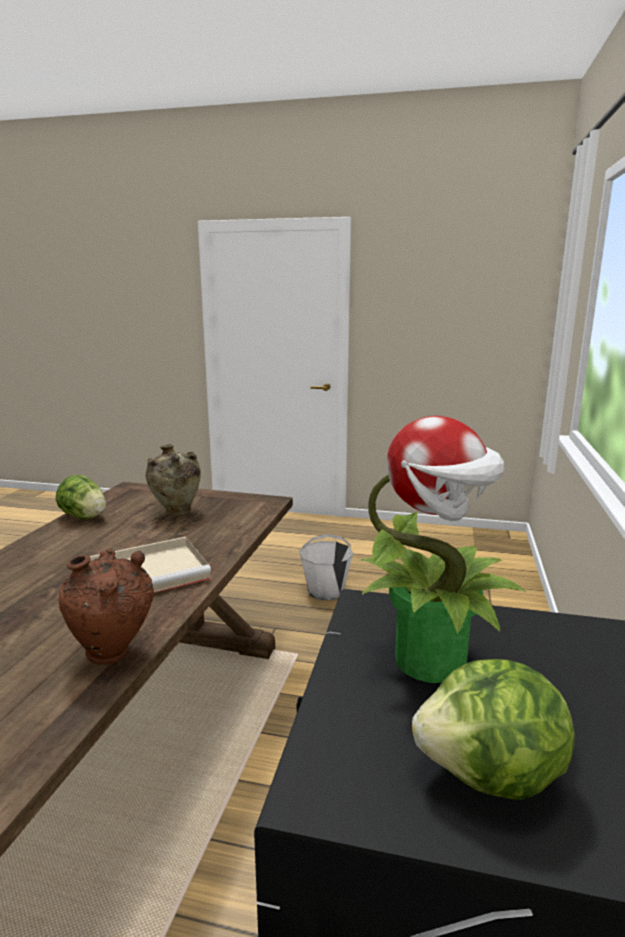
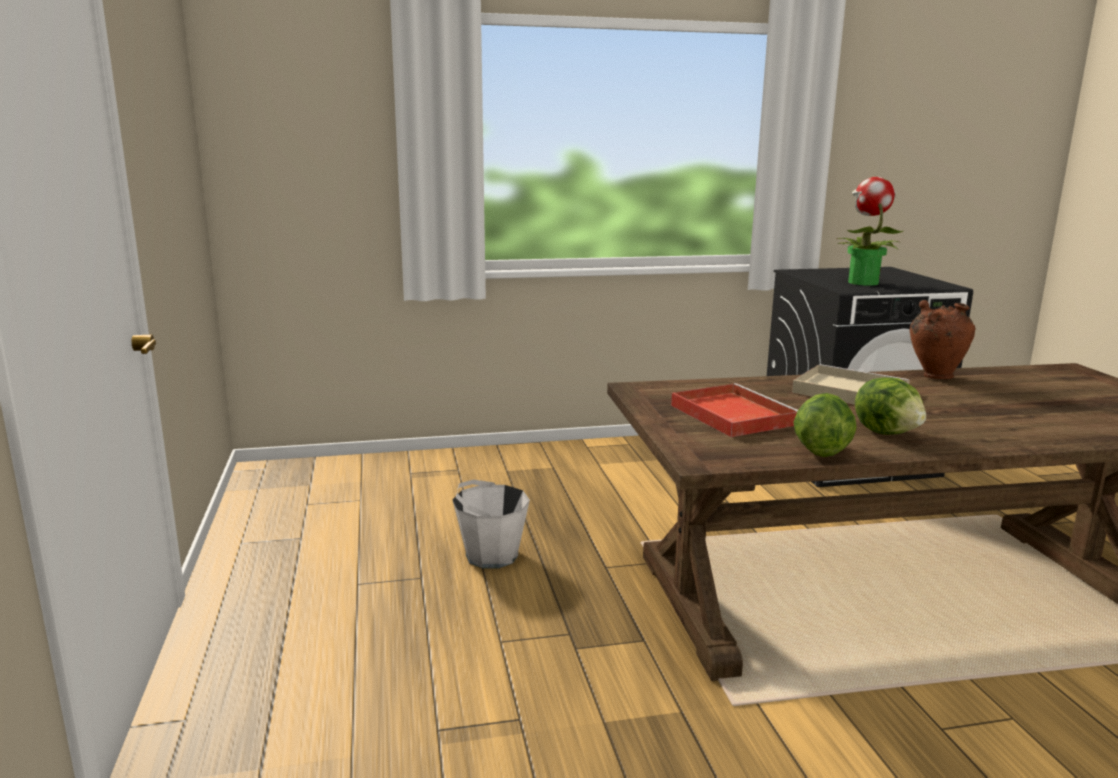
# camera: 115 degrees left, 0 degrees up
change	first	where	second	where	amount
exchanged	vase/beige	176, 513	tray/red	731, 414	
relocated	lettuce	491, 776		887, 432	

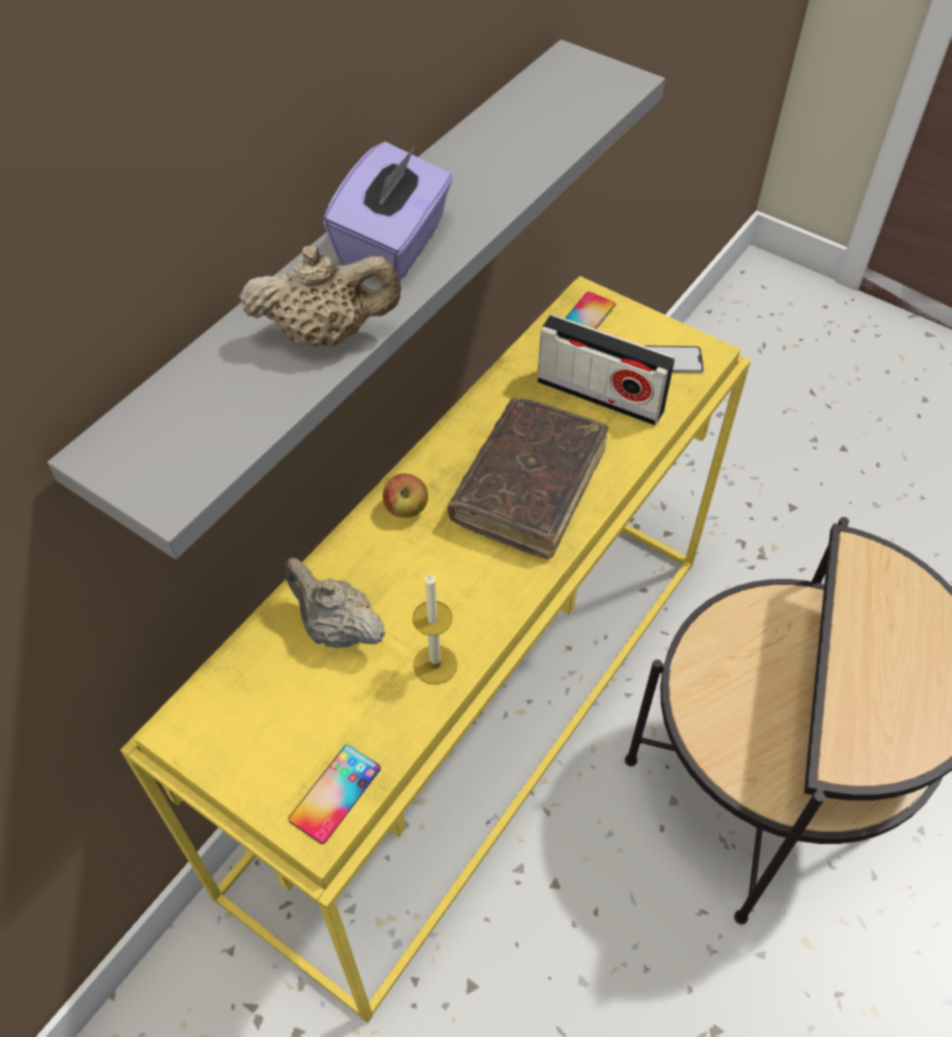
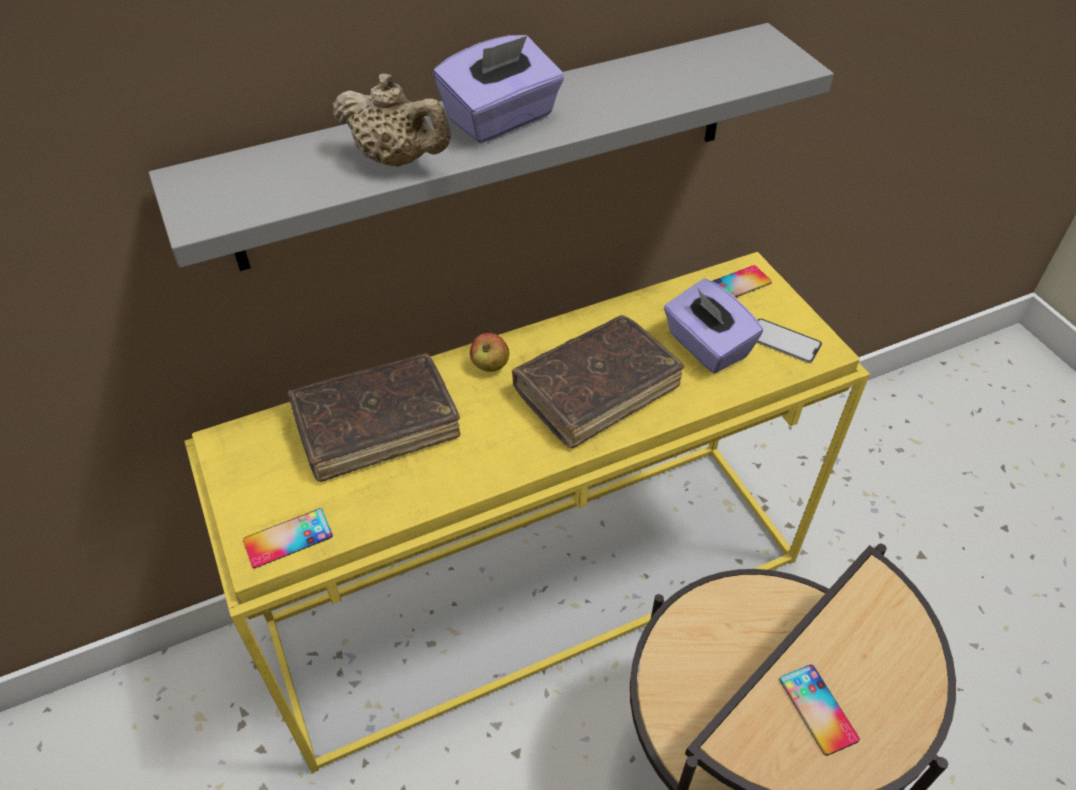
# camera: 30 degrees right, 5 degrees down
change	first	where	second	where	amount
exchanged	teapot/beige	336, 628	book/brown	376, 425	
missing	candle	435, 664			
exchanged	radio	600, 396	tissue box/purple	706, 346	
appeared			phone	818, 709	

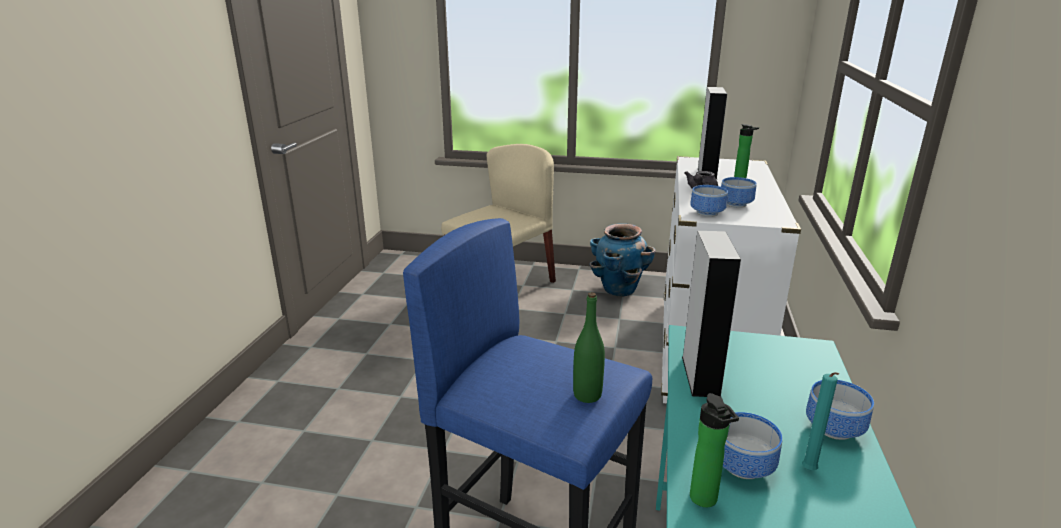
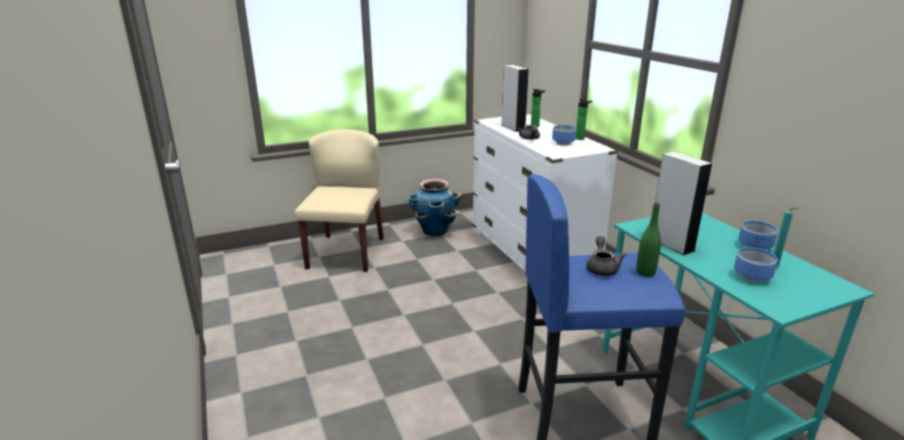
# camera: 35 degrees left, 0 degrees up
change	first	where	second	where	amount
missing	bowl	709, 213			
relocated	bottle	705, 501		581, 139	
appeared			teapot/grey	602, 268	

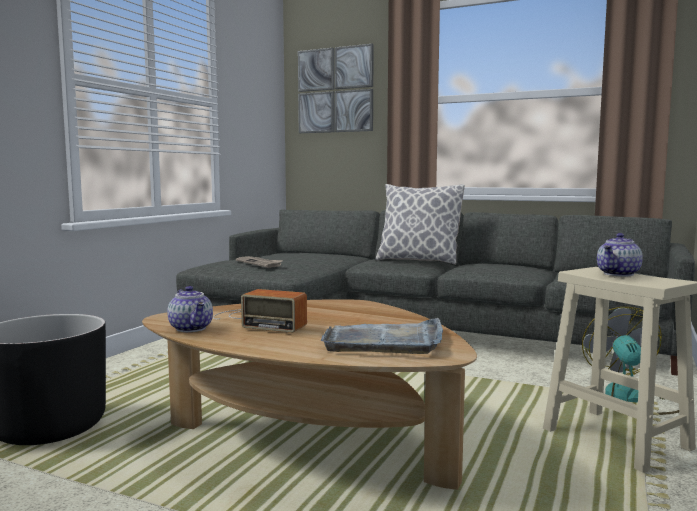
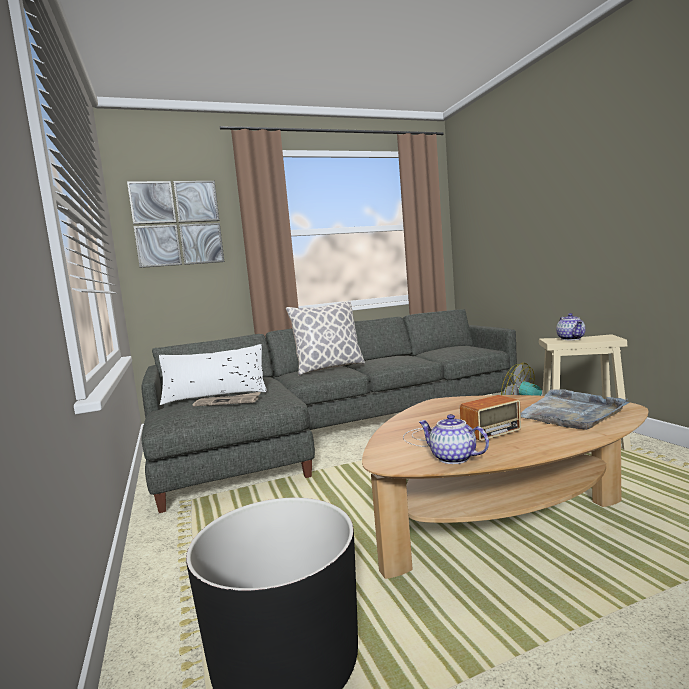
# camera: 45 degrees left, 0 degrees up
change	first	where	second	where	amount
spun	teapot	192, 328		452, 458	150 degrees counterclockwise
appeared			pillow/white	215, 395	

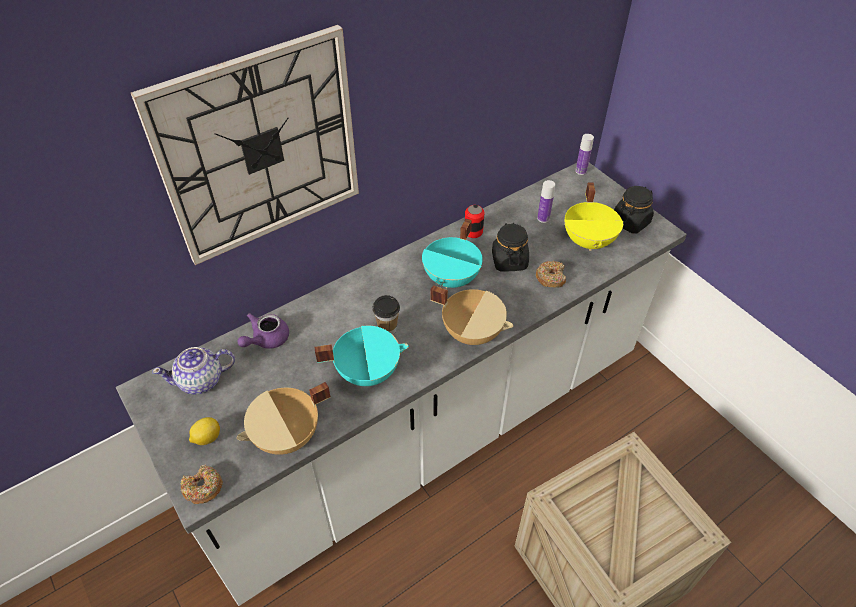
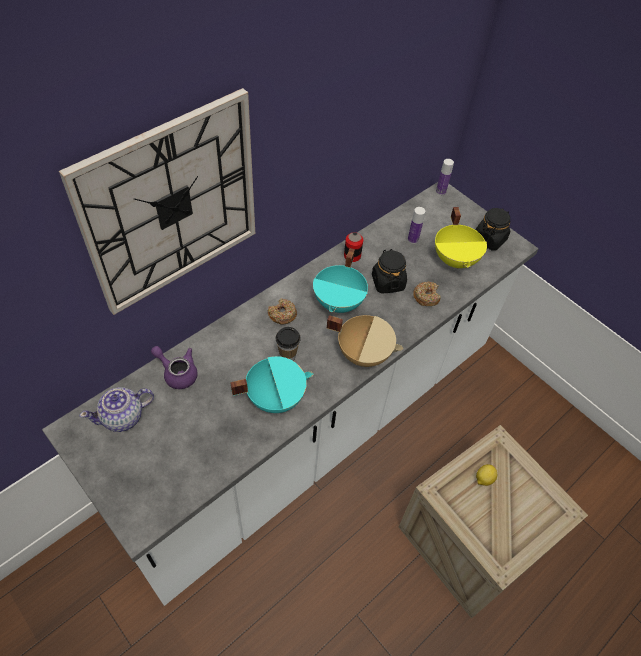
# camera: 10 degrees left, 5 degrees up
change	first	where	second	where	amount
relocated	donut	203, 488		282, 315	
relocated	lemon	207, 438		483, 479	
missing	cooking pot/beige	287, 437			
spun	teapot/purple	266, 339		177, 373	90 degrees clockwise

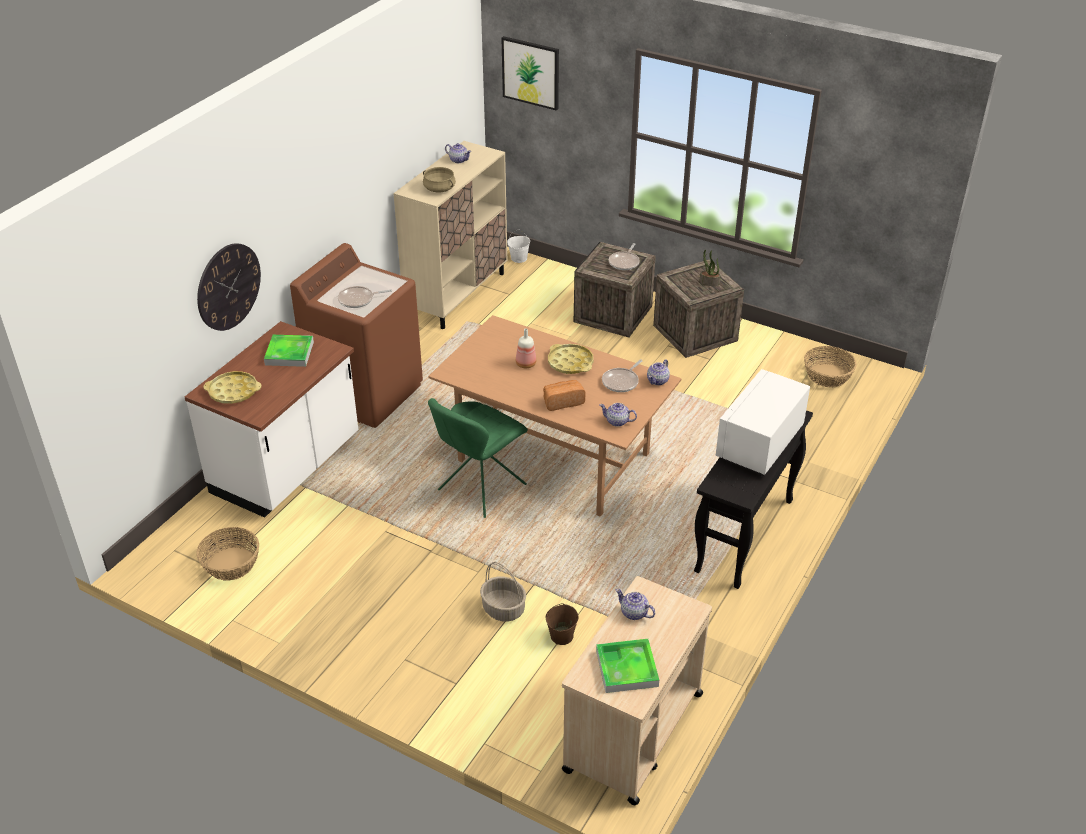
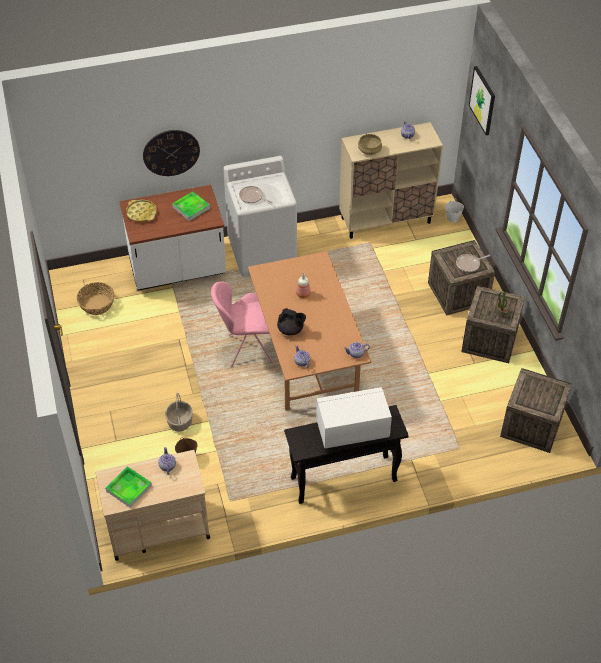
# camera: 45 degrees right, 10 degrees up
change	first	where	second	where	amount
colour	washing machine/brown	366, 393	washing machine/white	262, 252	
colour	chair/green	479, 489	chair/pink	248, 349	
exchanged	bread	562, 402	teapot/black	291, 330	
missing	tray/yellow	570, 363			
missing	frying pan	621, 382			
exchanged	basket	828, 375	crate	531, 425	

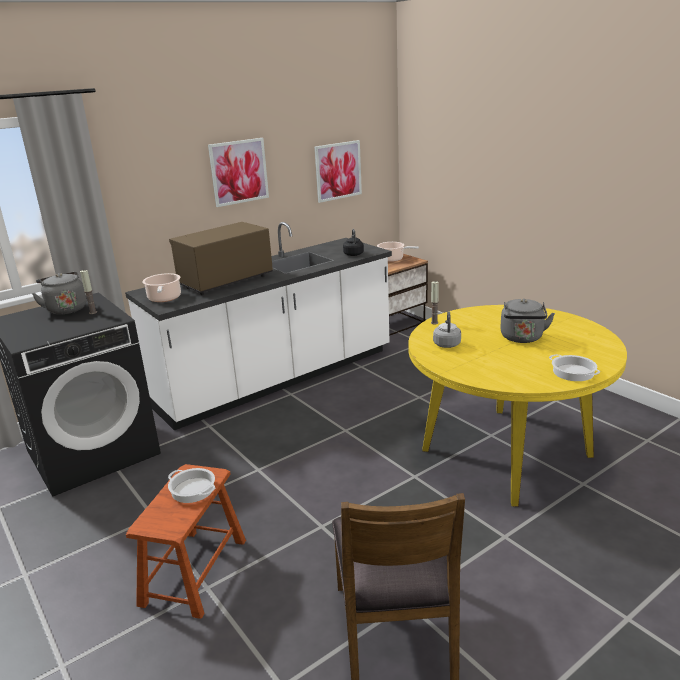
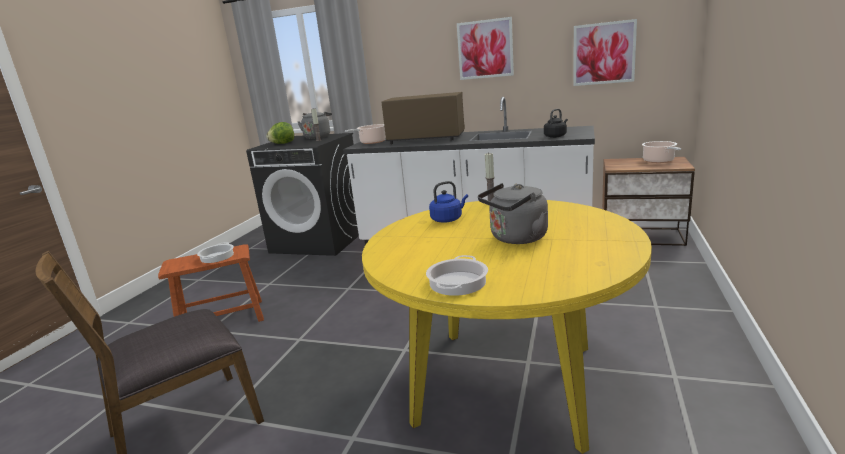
# camera: 55 degrees right, 5 degrees down
change	first	where	second	where	amount
colour	kettle/grey	447, 344	kettle/blue	448, 219	
appeared			lettuce	282, 143	

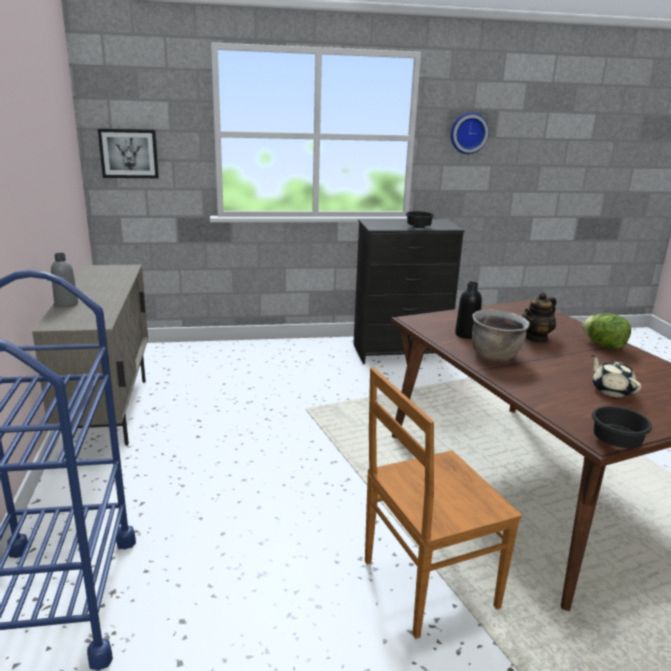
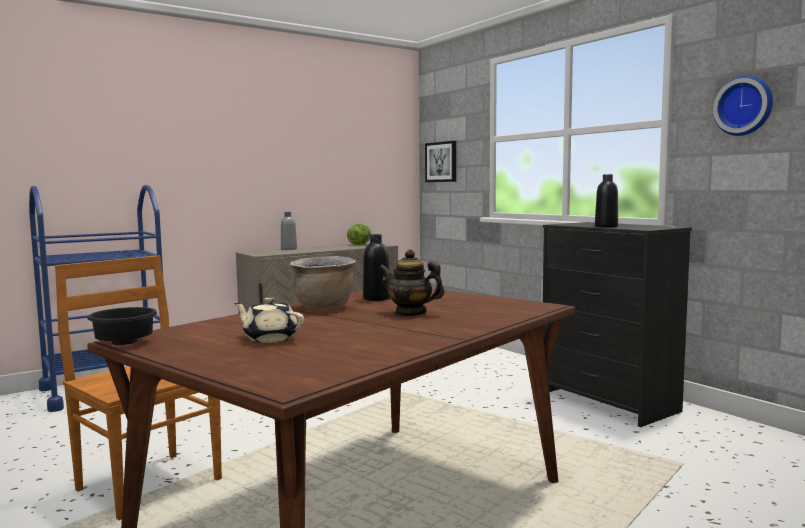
# camera: 65 degrees right, 15 degrees down
change	first	where	second	where	amount
exchanged	bowl/black	419, 227	bottle/black	606, 226	
relocated	lettuce	603, 345		360, 245	
spun	teapot/beige	611, 390		269, 338	105 degrees counterclockwise

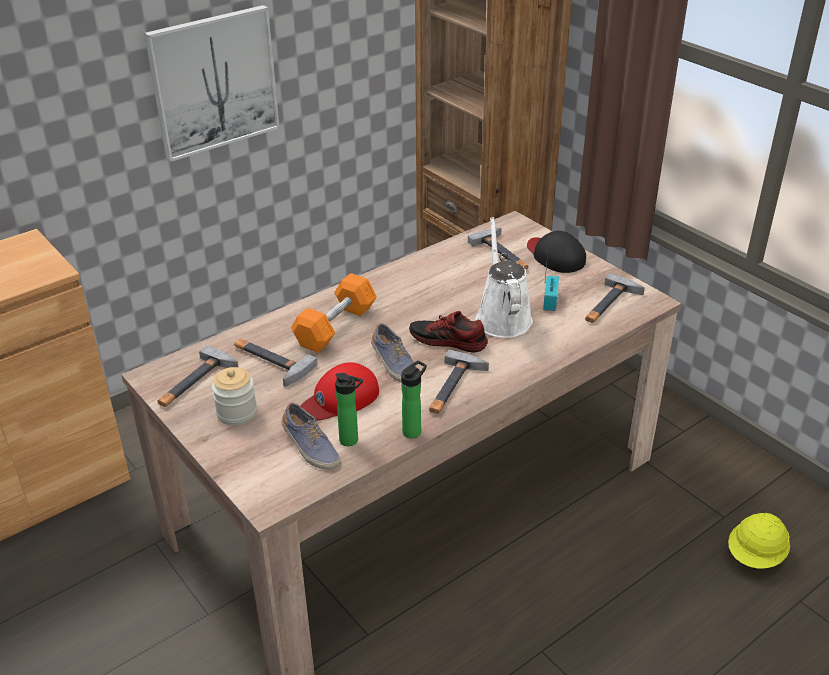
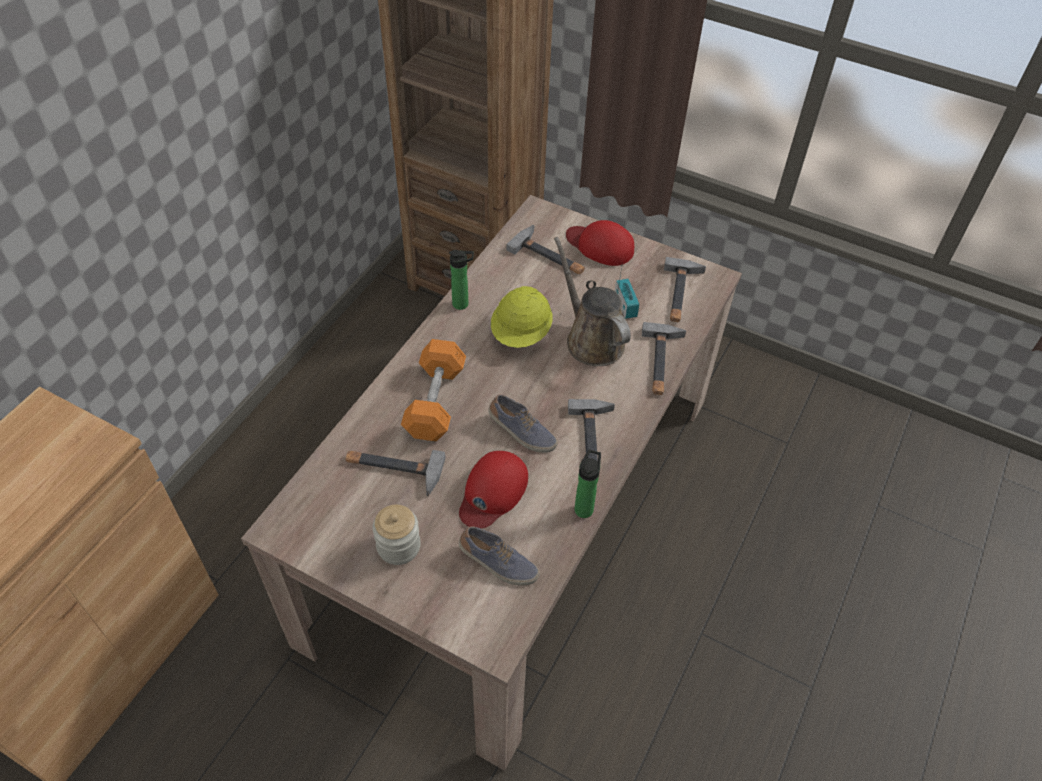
# camera: 25 degrees left, 15 degrees up
change	first	where	second	where	amount
missing	picture	214, 82			
relocated	hammer	195, 383		661, 362	
relocated	bottle	351, 441		463, 304	
missing	shoe	448, 341			
colour	watering can/white	502, 317	watering can/brown	591, 339	
colour	cap/black	555, 256	cap/red	600, 245	
relocated	hard hat/yellow	755, 556		521, 333	

